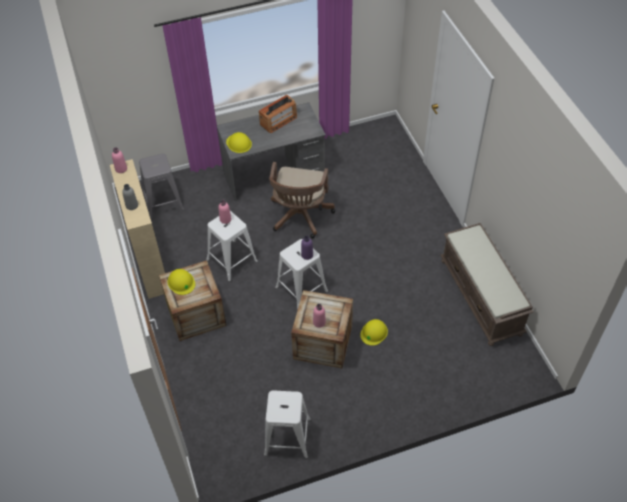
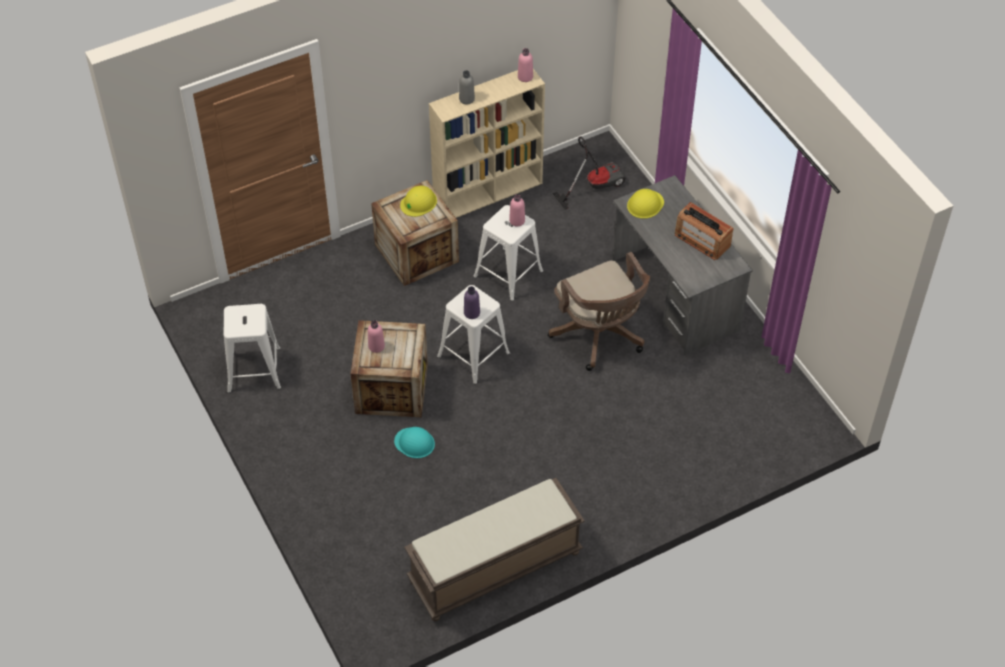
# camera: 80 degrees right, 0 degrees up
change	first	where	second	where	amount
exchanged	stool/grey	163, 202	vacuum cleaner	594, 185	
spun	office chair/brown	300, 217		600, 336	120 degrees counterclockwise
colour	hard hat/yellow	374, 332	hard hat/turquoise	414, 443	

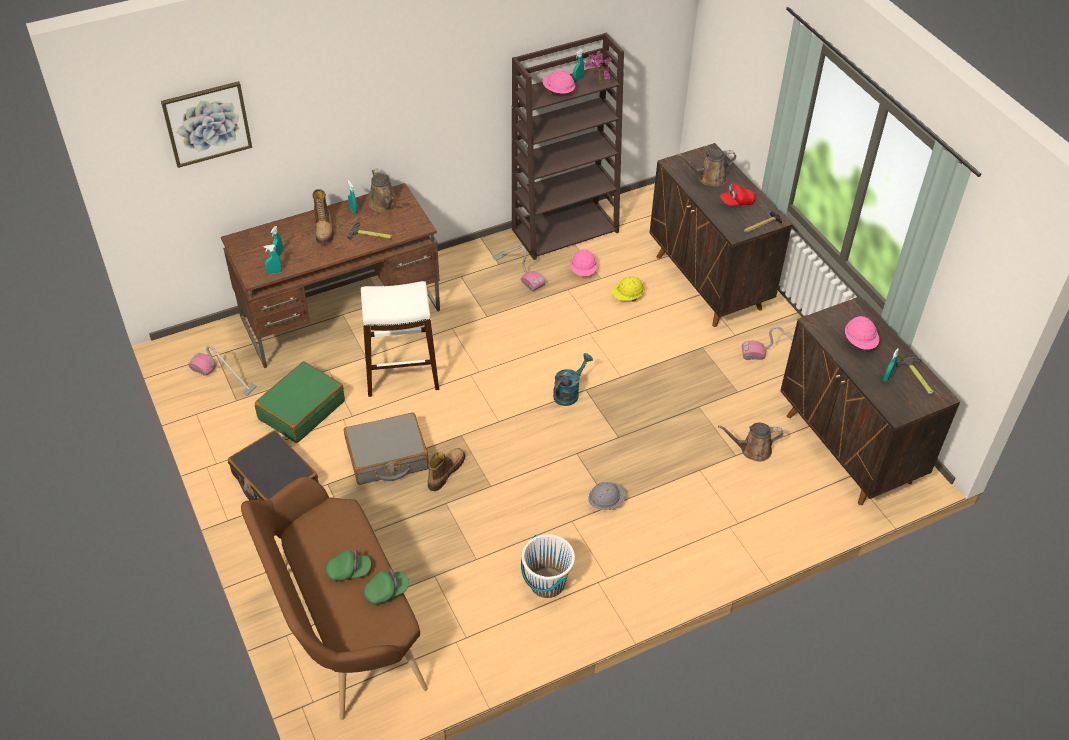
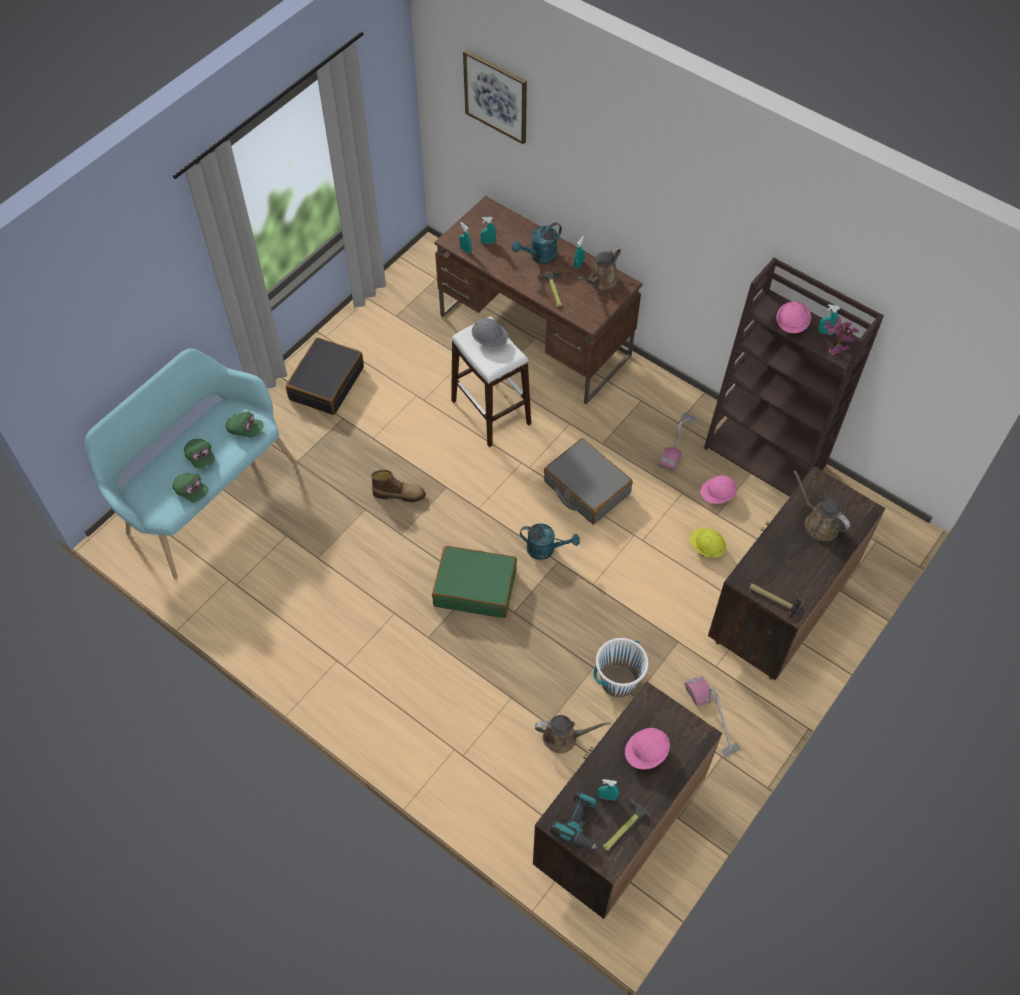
# camera: 65 degrees right, 10 degrees up
change	first	where	second	where	amount
missing	vacuum cleaner	222, 377			
colour	bench/brown	341, 631	bench/turquoise	205, 496	
relocated	suitcase/green	301, 409		475, 587	
exchanged	boot	324, 229	watering can/turquoise	539, 257	
relocated	suitcase/grey	387, 457		586, 488	
relocated	bucket/white	546, 583		618, 681	
relocated	hard hat/grey	606, 502		490, 340	
spun	watering can/brown	752, 450		563, 737	120 degrees clockwise
missing	cap/red	736, 202			
appeared			cap/green	245, 430	
appeared			power drill	580, 823	

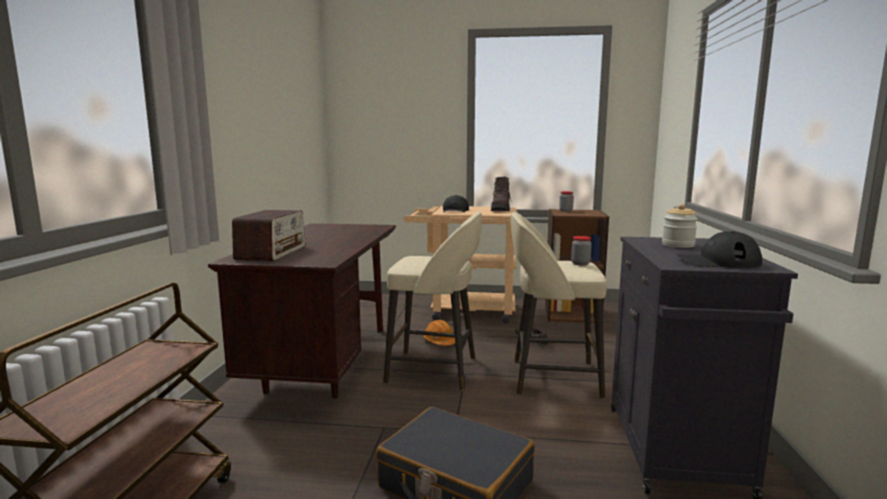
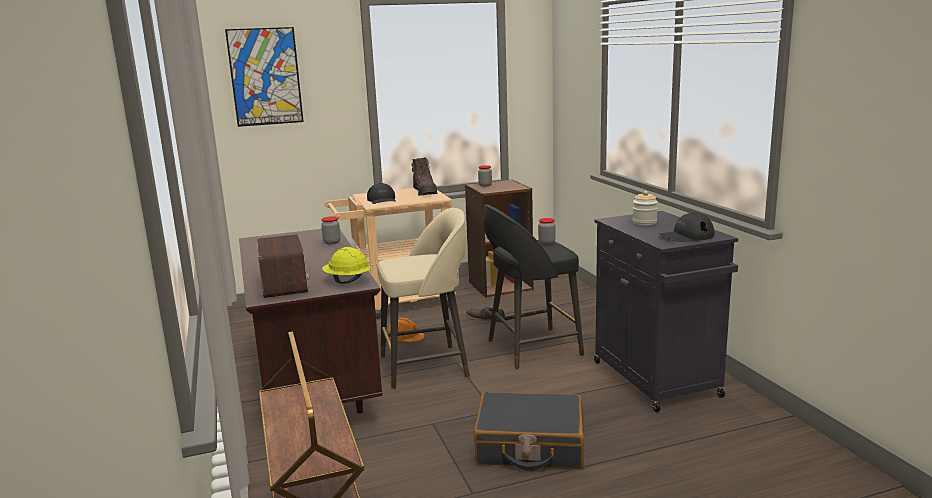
# camera: 25 degrees left, 5 degrees up
change	first	where	second	where	amount
colour	stool/beige	552, 377	stool/black	531, 348	
appeared			picture	265, 77	
appeared			jar	332, 242	
appeared			hard hat/yellow	347, 281	

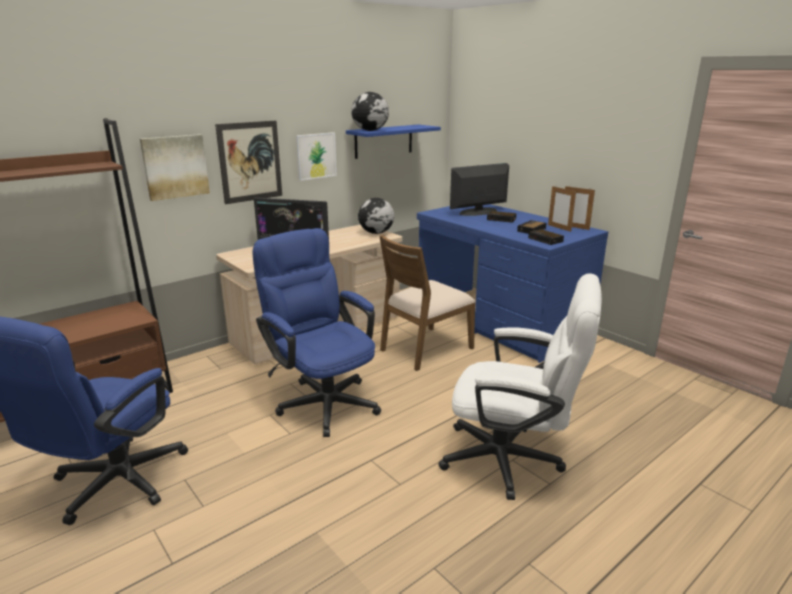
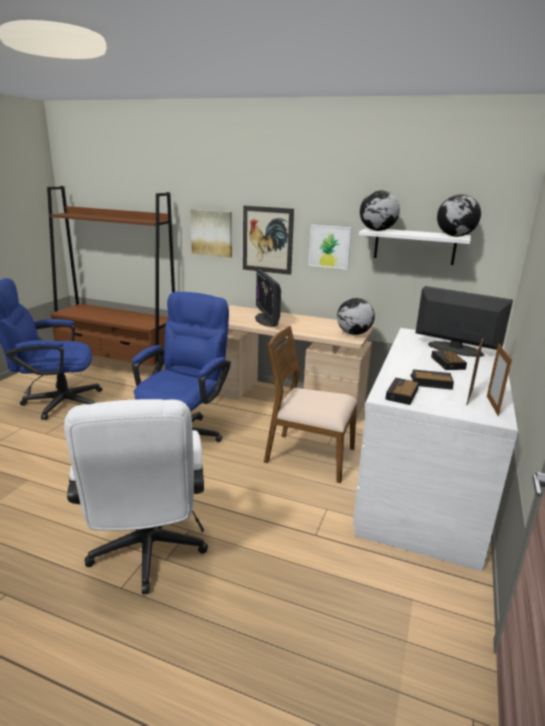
# camera: 60 degrees right, 0 degrees up
change	first	where	second	where	amount
colour	shelf/blue	383, 141	shelf/white	414, 246	
colour	desk/blue	499, 321	desk/white	424, 485	
appeared			globe	455, 236	

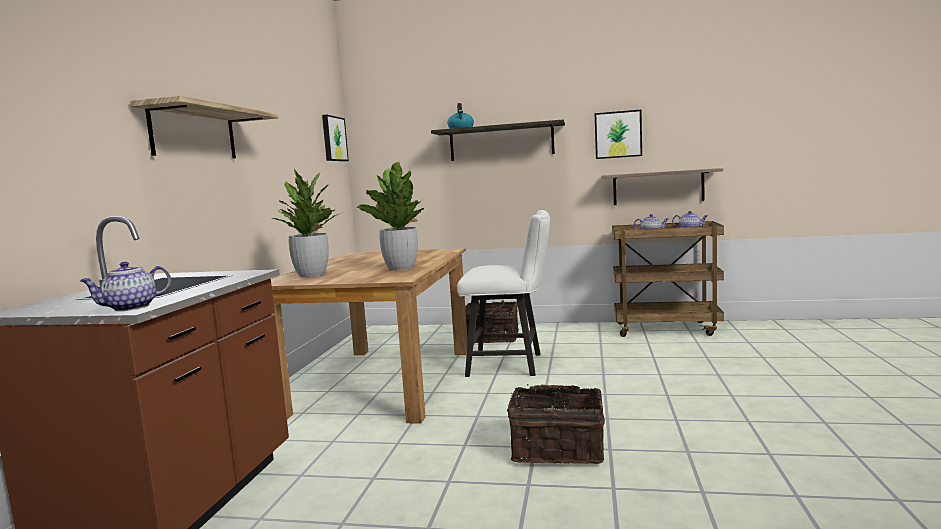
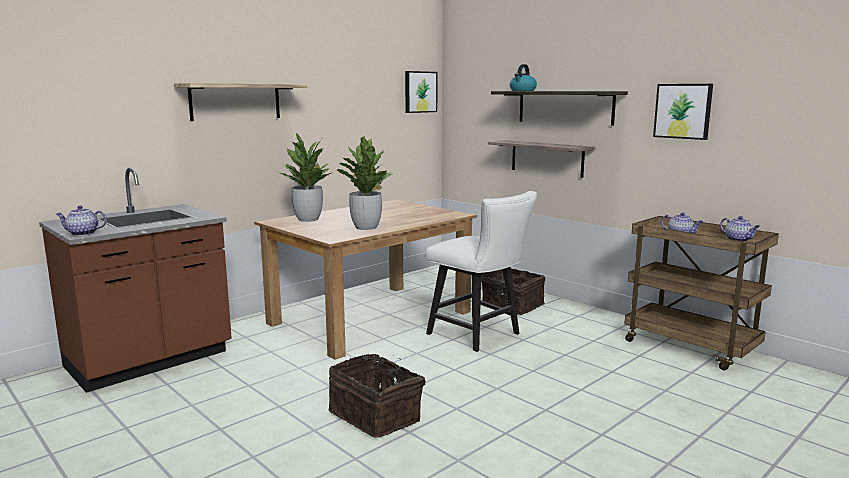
# camera: 35 degrees right, 5 degrees up
change	first	where	second	where	amount
relocated	shelf	658, 187		547, 158	

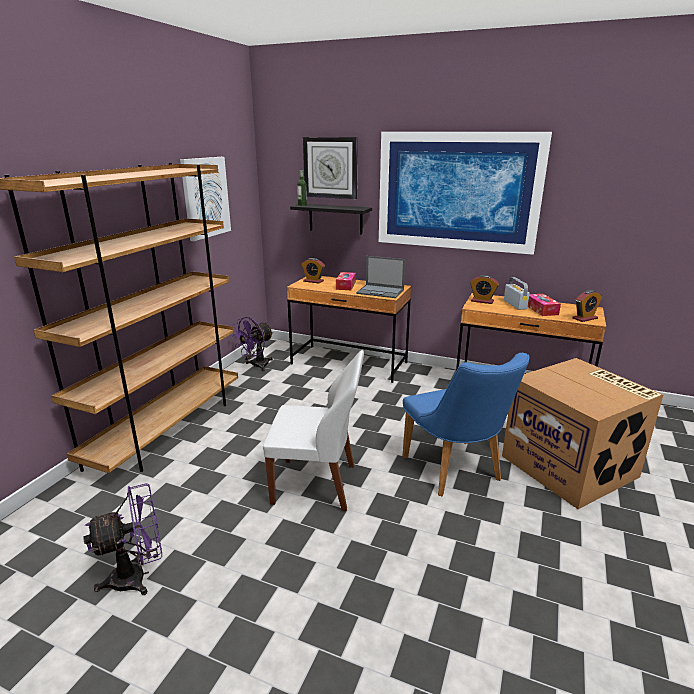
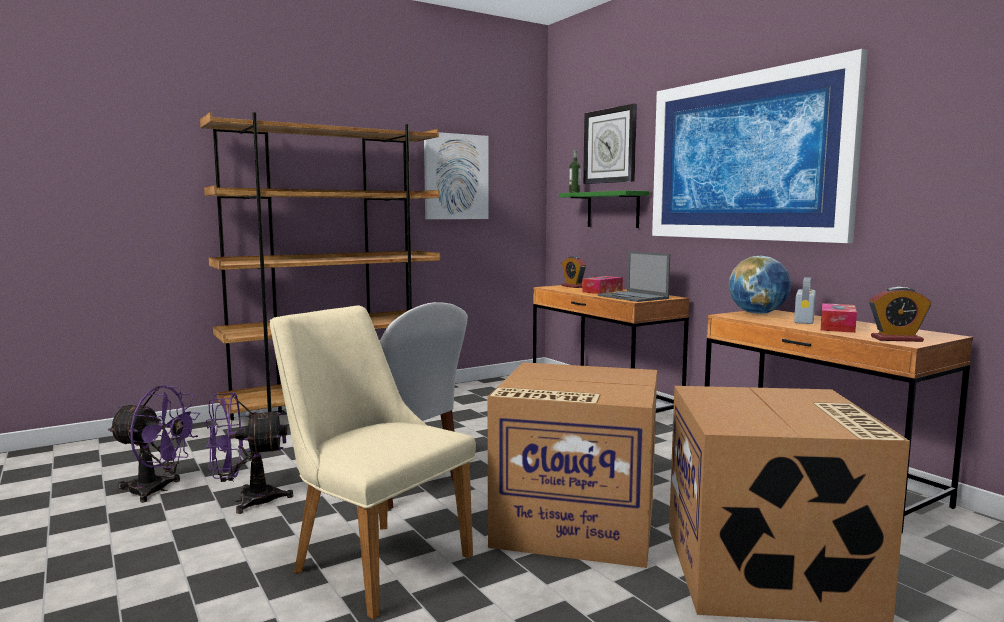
# camera: 35 degrees right, 15 degrees down
change	first	where	second	where	amount
relocated	fan/purple	256, 366		247, 501	
colour	shelf/black	335, 218	shelf/green	613, 209	
exchanged	chair/blue	456, 472	cardboard box	573, 523	
exchanged	alarm clock	482, 301	globe	758, 313	
appeared			chair/beige	370, 559	

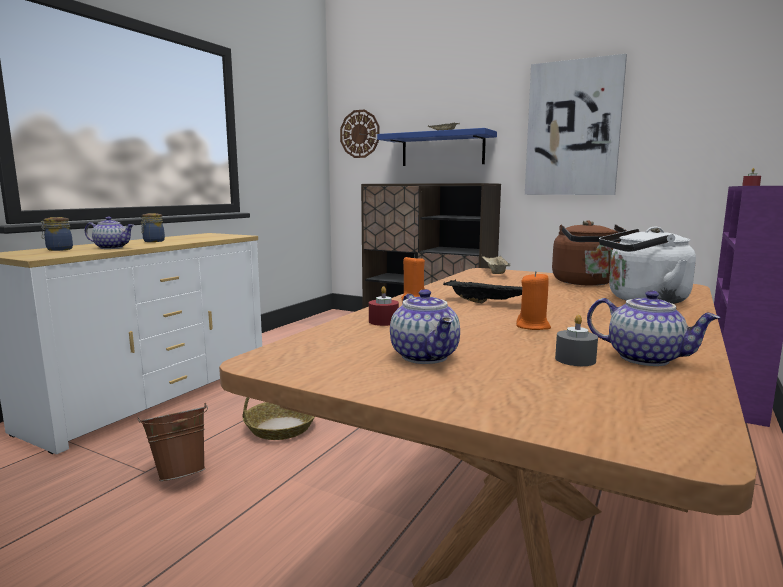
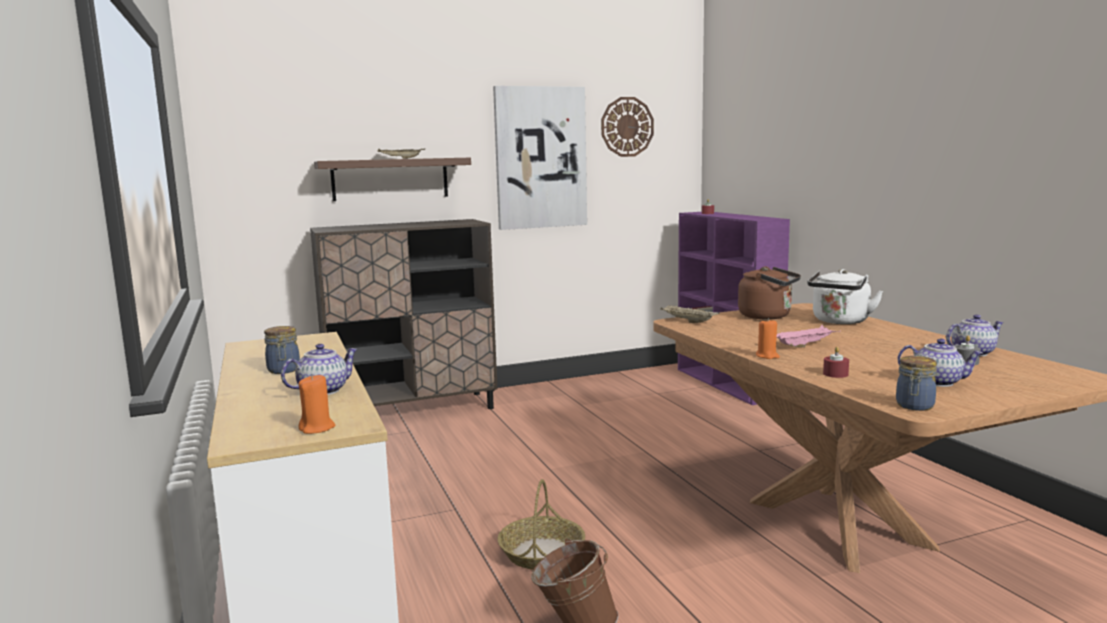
# camera: 50 degrees left, 0 degrees up
change	first	where	second	where	amount
relocated	jar	58, 249		914, 406	
relocated	wall clock	360, 134		627, 127	
colour	shelf/blue	442, 149	shelf/brown	390, 179	
colour	tray/black	489, 302	tray/pink	804, 345	
relocated	candle/orange	533, 326		317, 428	

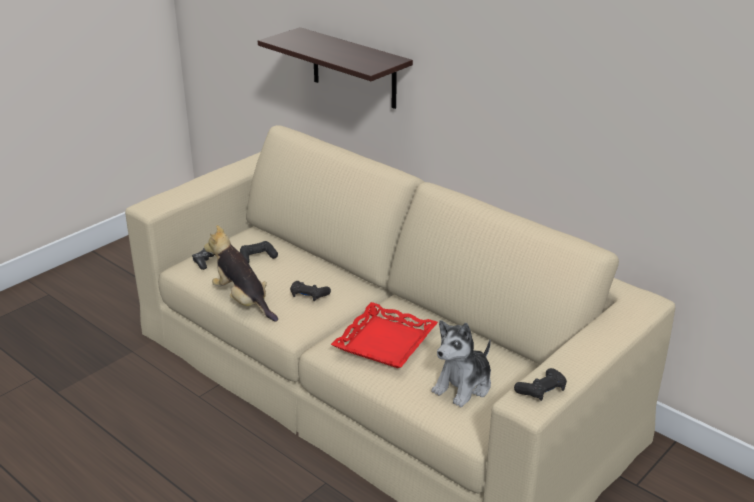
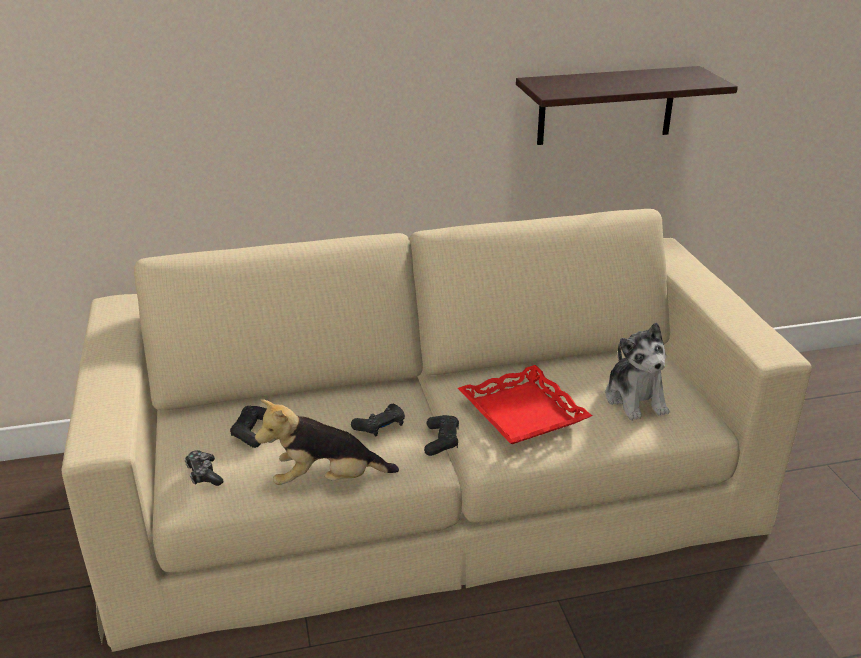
# camera: 55 degrees left, 0 degrees up
change	first	where	second	where	amount
relocated	shelf	354, 68		606, 105	
relocated	game controller/black	541, 390		441, 441	

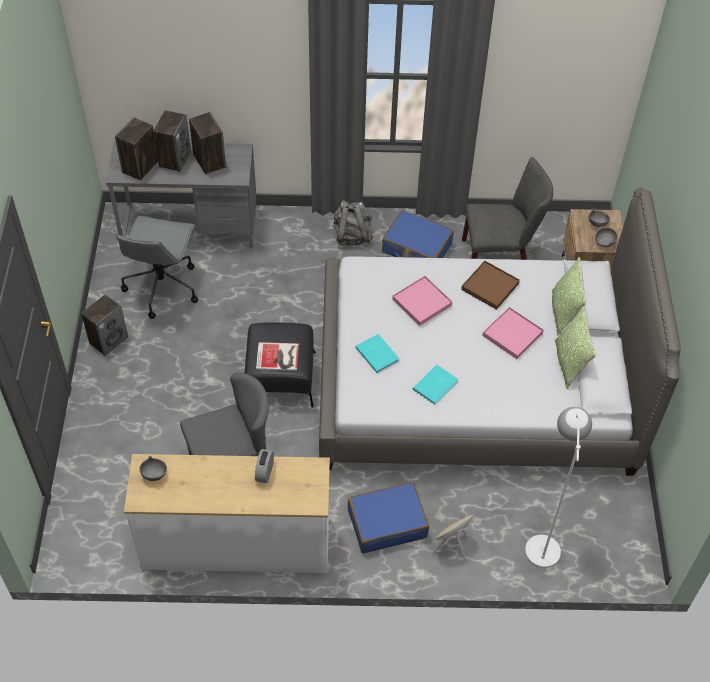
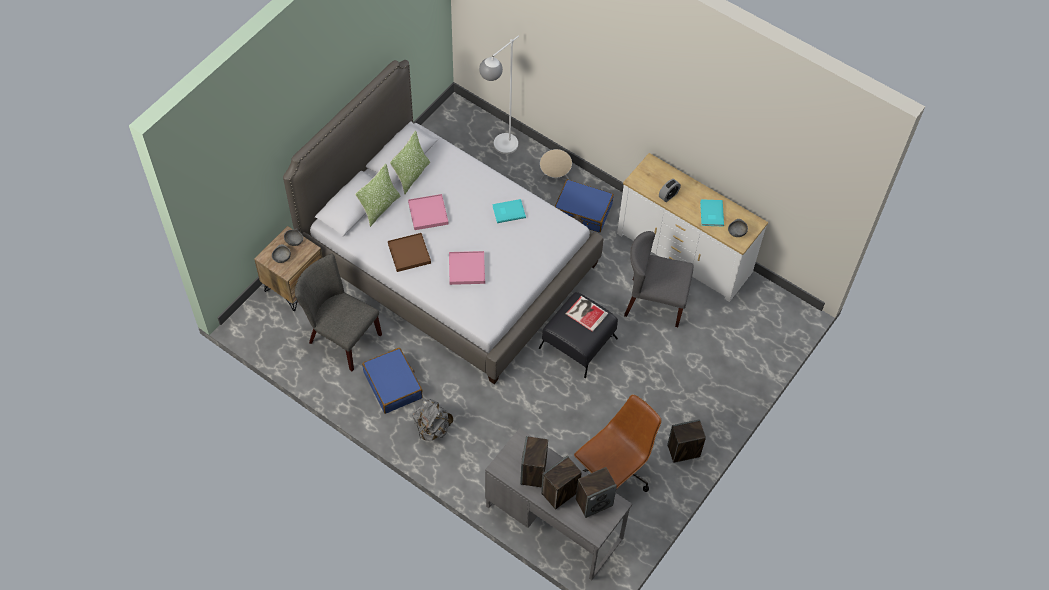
# camera: 145 degrees left, 5 degrees up
change	first	where	second	where	amount
colour	office chair/grey	162, 286	office chair/brown	614, 474	
relocated	book/turquoise	377, 353		711, 214	

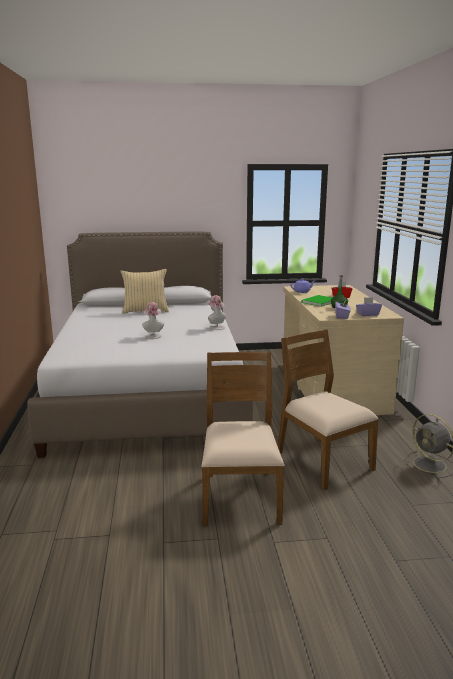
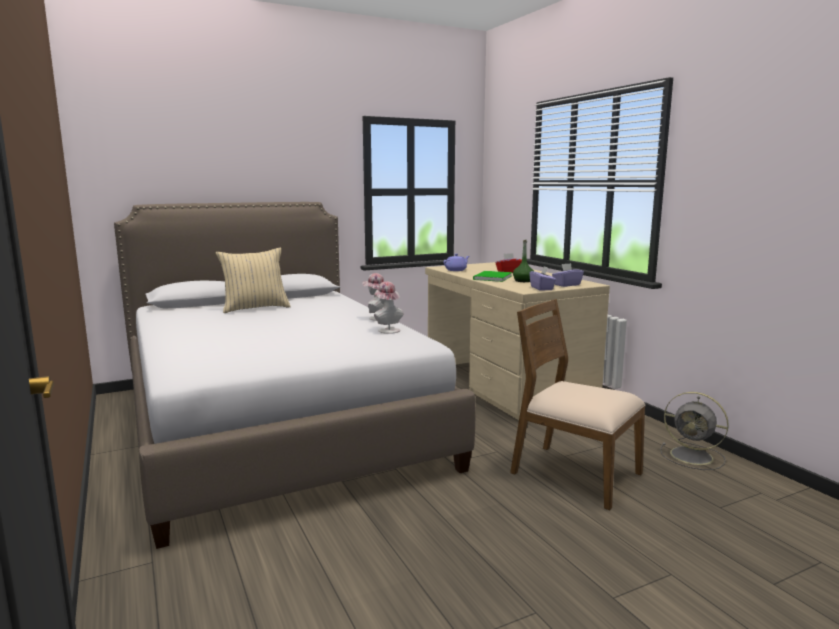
# camera: 20 degrees left, 5 degrees down
change	first	where	second	where	amount
relocated	hat	153, 335		387, 330	
missing	chair/brown	240, 497			

